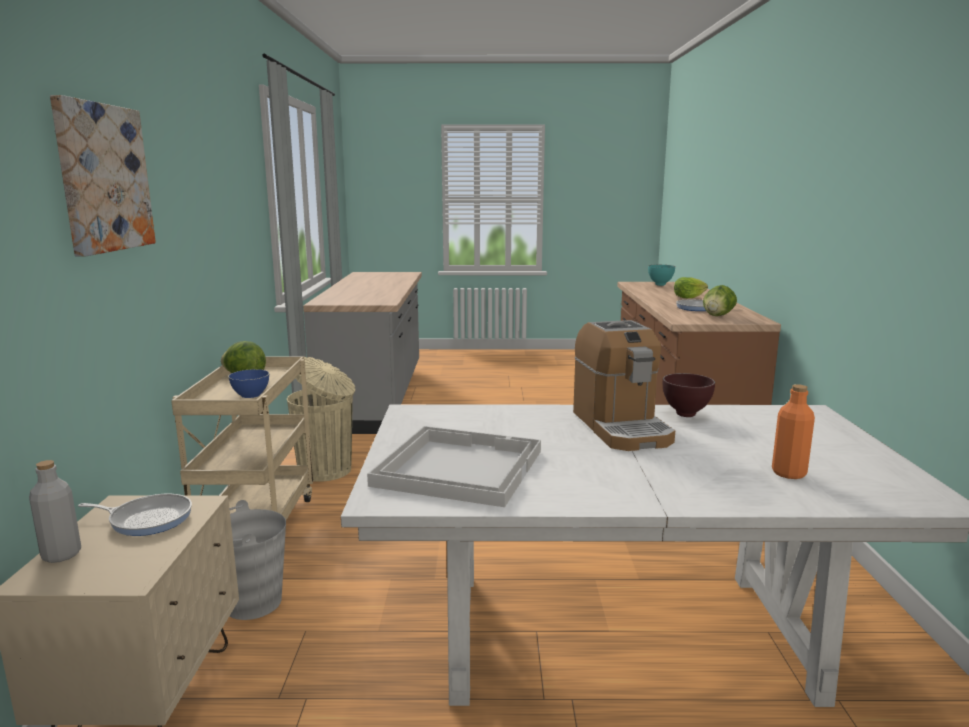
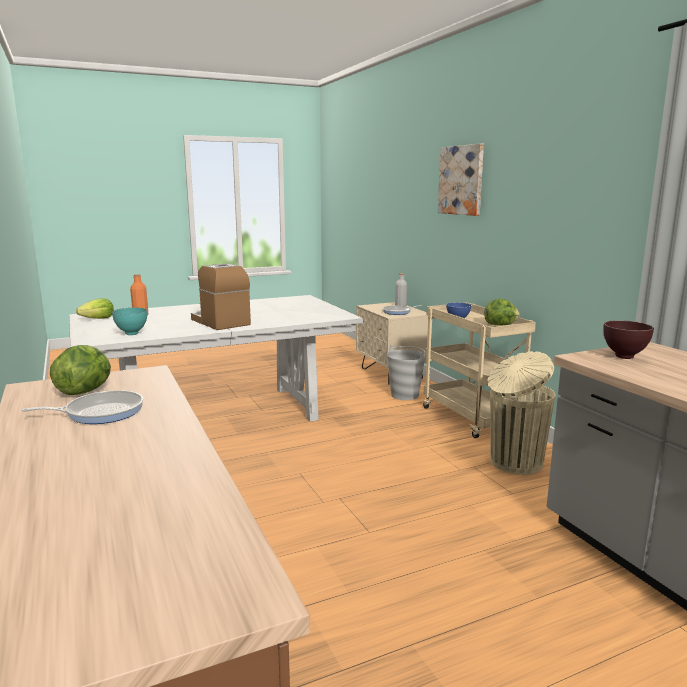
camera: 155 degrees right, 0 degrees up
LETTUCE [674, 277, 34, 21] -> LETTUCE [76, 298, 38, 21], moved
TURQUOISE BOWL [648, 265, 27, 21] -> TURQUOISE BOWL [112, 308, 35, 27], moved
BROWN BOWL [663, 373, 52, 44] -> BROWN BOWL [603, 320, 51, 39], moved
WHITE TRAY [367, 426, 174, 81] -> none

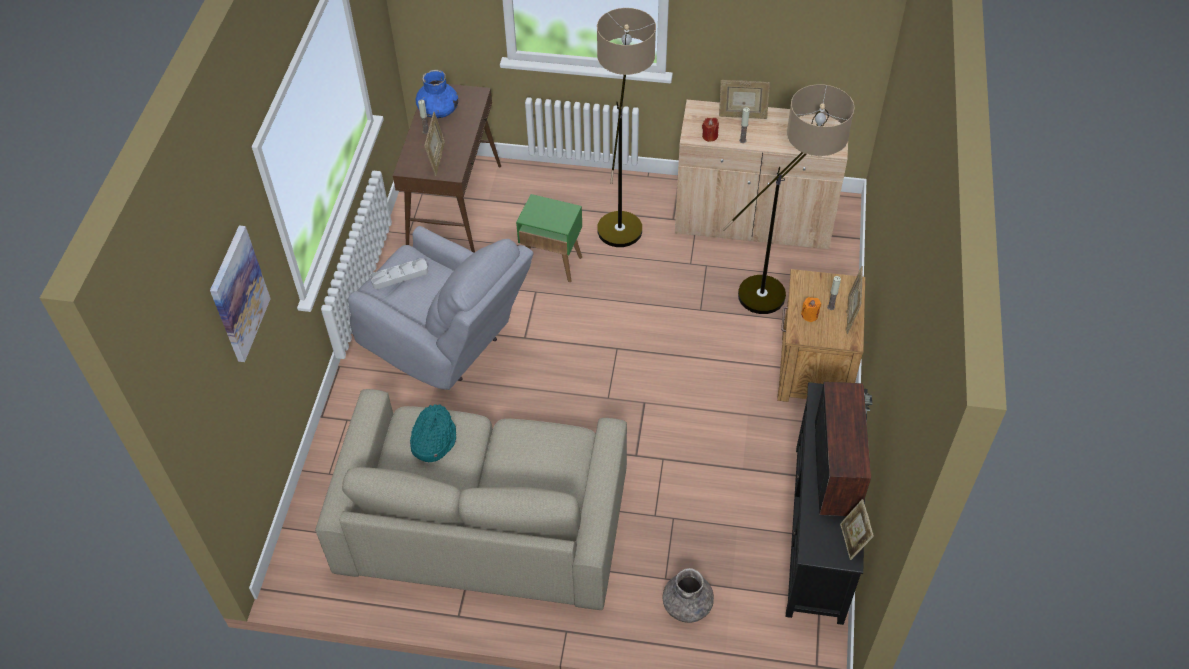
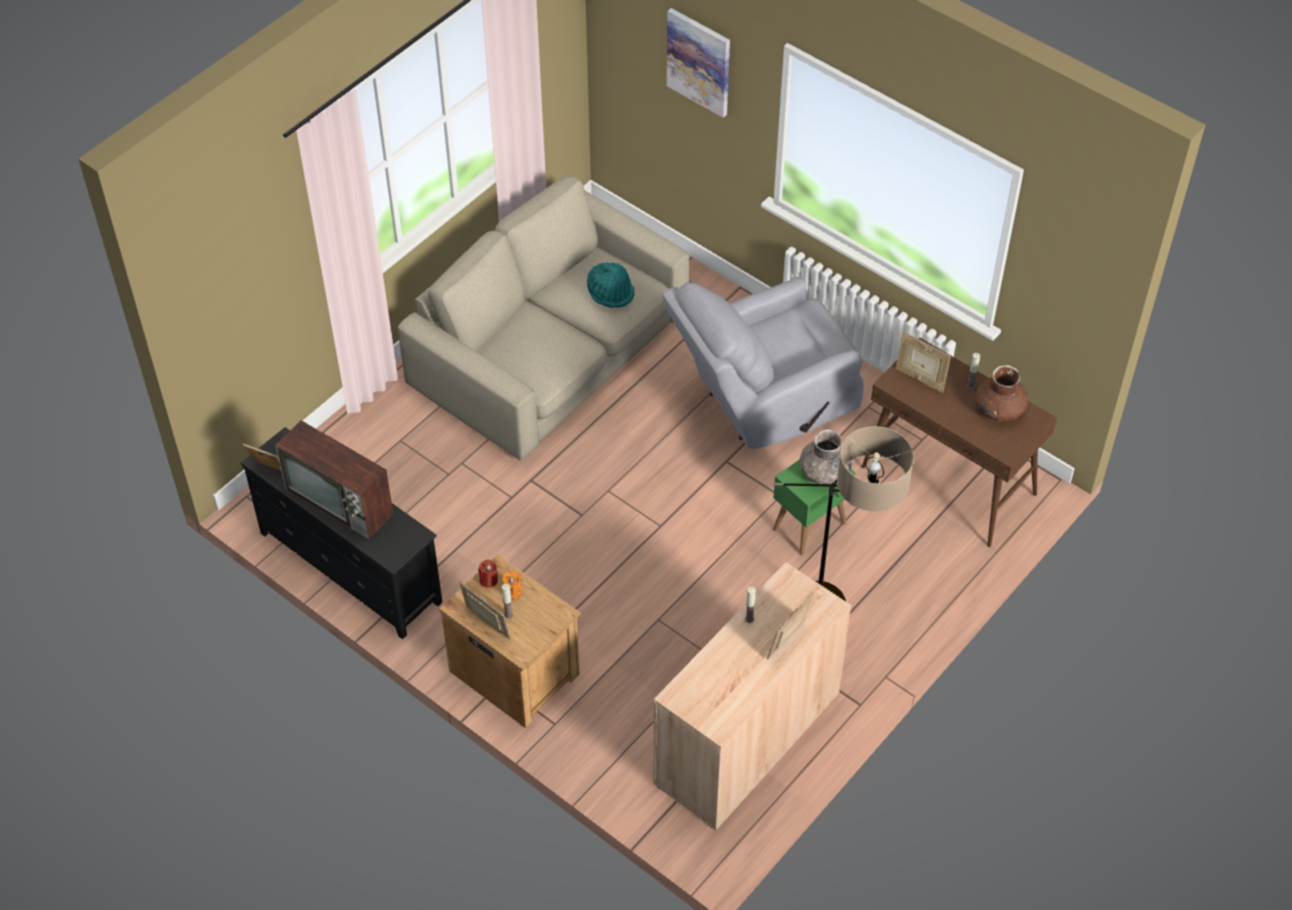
camera: 120 degrees right, 0 degrees up
RED CANDLE [702, 118, 17, 24] -> RED CANDLE [478, 560, 20, 28], moved
GREY VASE [662, 568, 52, 55] -> GREY VASE [800, 429, 52, 55], moved
BLUE VASE [416, 70, 42, 48] -> BROWN VASE [976, 365, 52, 57]
GREY TRAY [370, 258, 58, 31] -> none
FLOOR LAMP [722, 84, 133, 230] -> none

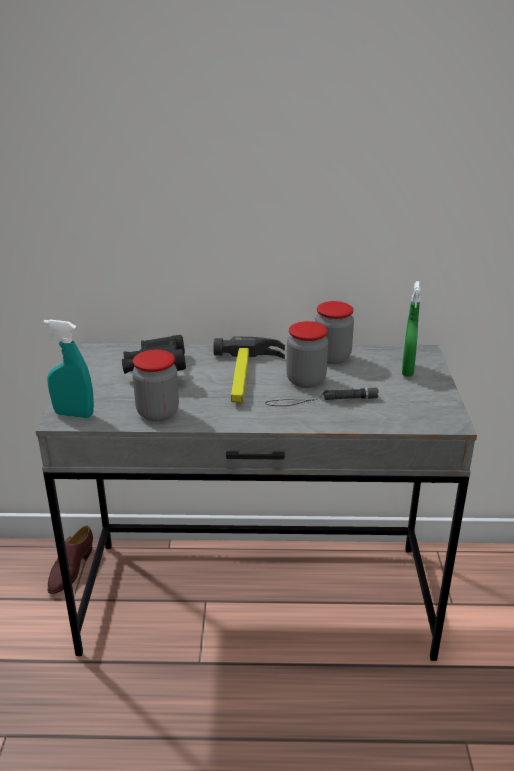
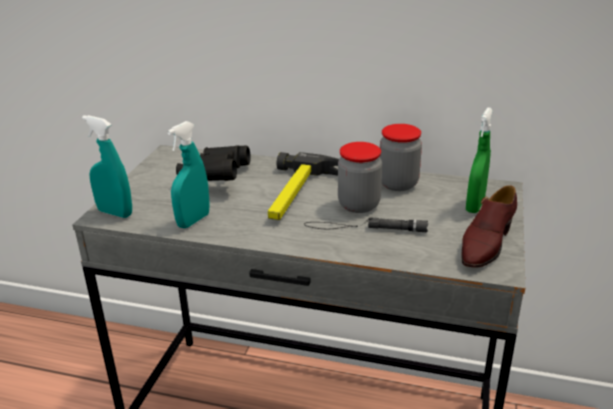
camera: 15 degrees right, 0 degrees up
JAR [132, 350, 47, 71] -> TURQUOISE SPRAY BOTTLE [167, 121, 43, 107]
BROWN SHOE [47, 526, 46, 68] -> BROWN SHOE [461, 185, 56, 83], moved

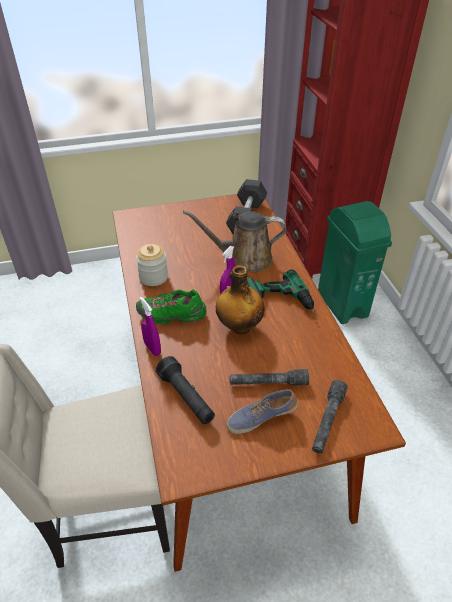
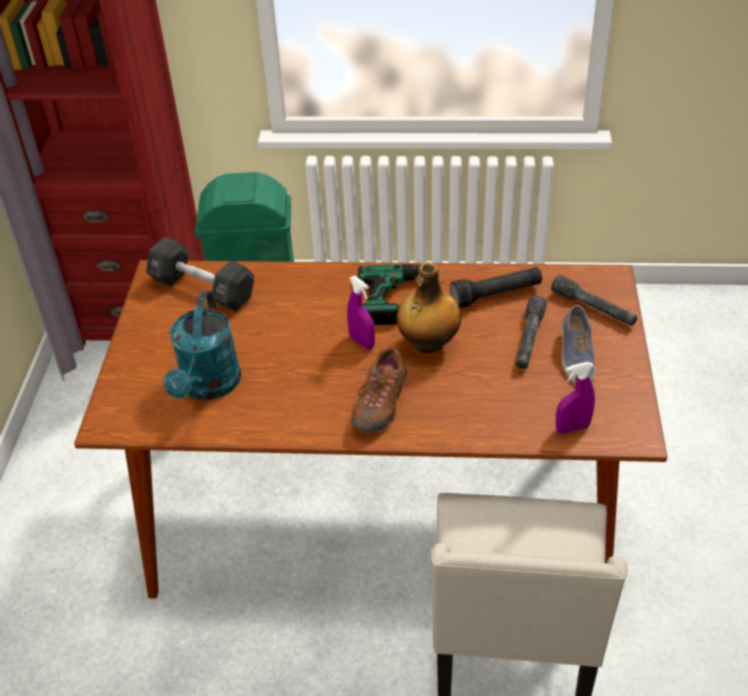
camera: 70 degrees left, 0 degrees up
none -> TURQUOISE WATERING CAN [163, 291, 78, 109]
GREEN SHOE [136, 289, 71, 35] -> BROWN SHOE [351, 348, 56, 85]
BLACK FLASHLIGHT [156, 356, 59, 68] -> BLACK FLASHLIGHT [450, 267, 92, 41], moved
PURPLE SPRAY BOTTLE [139, 297, 22, 59] -> PURPLE SPRAY BOTTLE [556, 362, 39, 72], moved
JAR [136, 244, 32, 42] -> none
BROWN WATERING CAN [183, 210, 103, 63] -> none

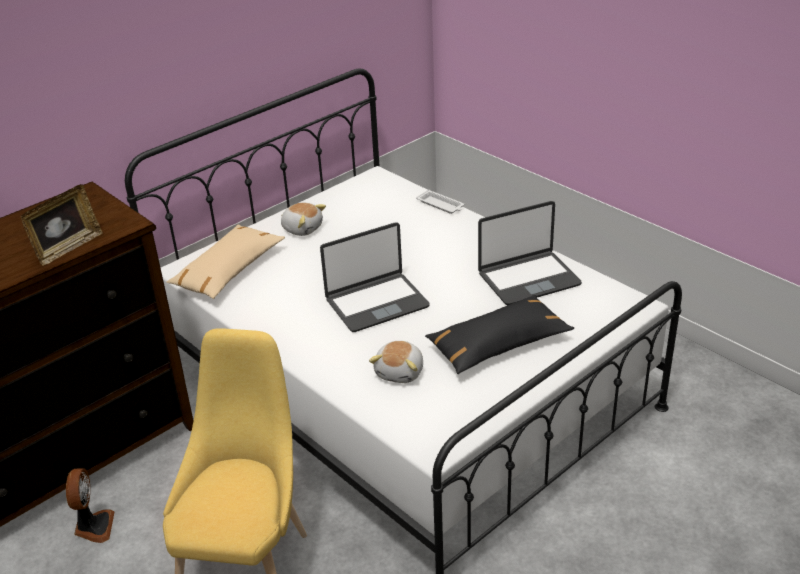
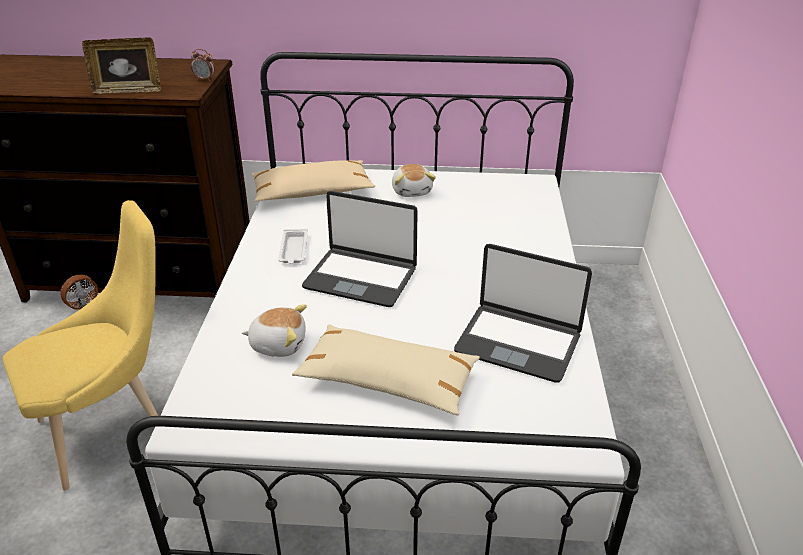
camera: 45 degrees right, 0 degrees up
none -> ALARM CLOCK [191, 49, 24, 32]
PLUSH TOY [369, 341, 54, 42] -> PLUSH TOY [242, 304, 65, 53], 150 degrees counterclockwise
WHITE TRAY [416, 189, 48, 25] -> WHITE TRAY [278, 229, 30, 35], moved
BLACK PILLOW [425, 295, 149, 79] -> BEIGE PILLOW [292, 324, 188, 91]

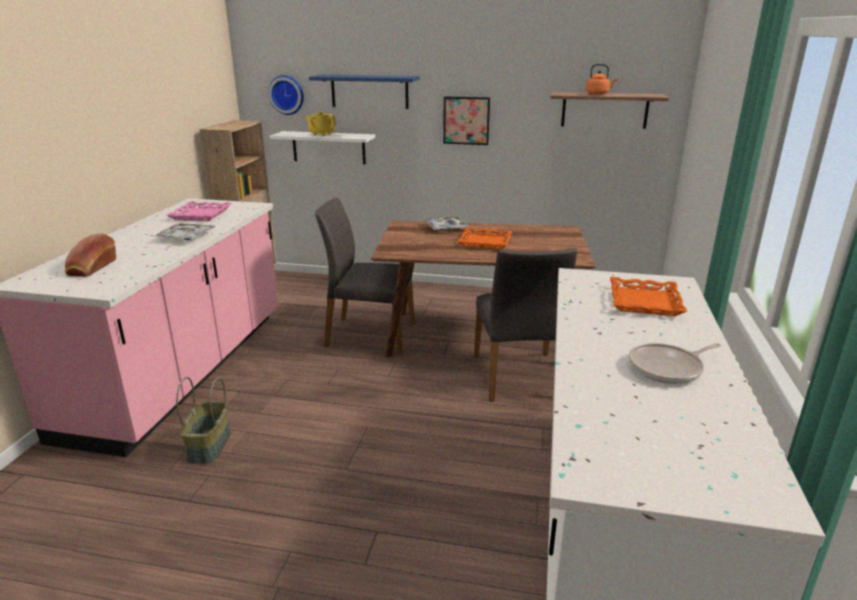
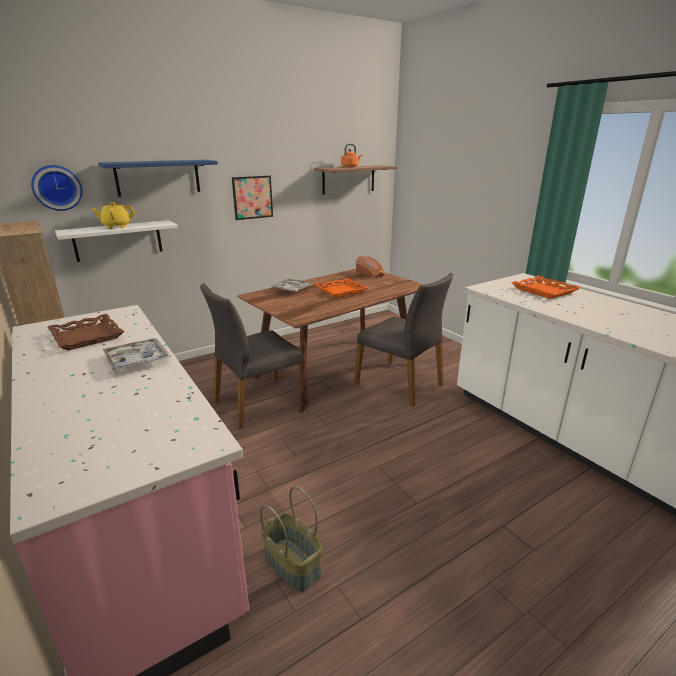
camera: 45 degrees left, 0 degrees up
PINK TRAY [167, 201, 64, 20] -> BROWN TRAY [48, 314, 76, 36]
BREAD [65, 233, 51, 44] -> BREAD [356, 256, 29, 22], moved
FRYING PAN [629, 343, 92, 41] -> none

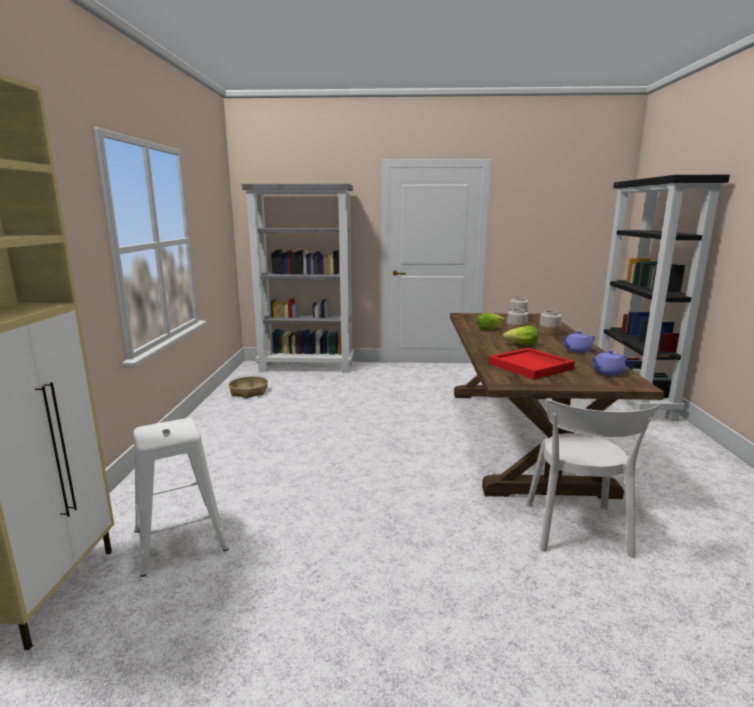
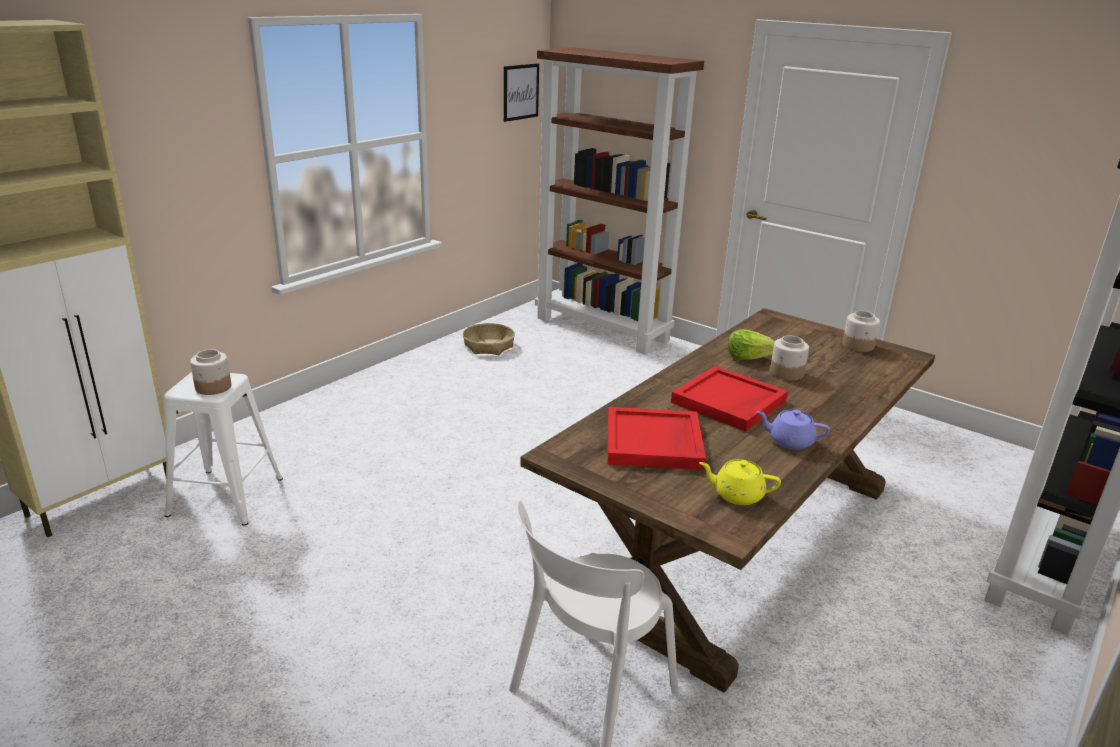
camera: 35 degrees right, 10 degrees up
JAR [539, 311, 23, 24] -> JAR [190, 349, 41, 46], moved
none -> PICTURE [504, 63, 35, 59]
GREY BOOKCASE [242, 184, 112, 189] -> BROWN BOOKCASE [535, 48, 169, 307]
LETTUCE [502, 326, 36, 19] -> RED TRAY [671, 366, 117, 66]
PURPLE TEAPOT [591, 350, 36, 26] -> YELLOW TEAPOT [699, 459, 82, 46]

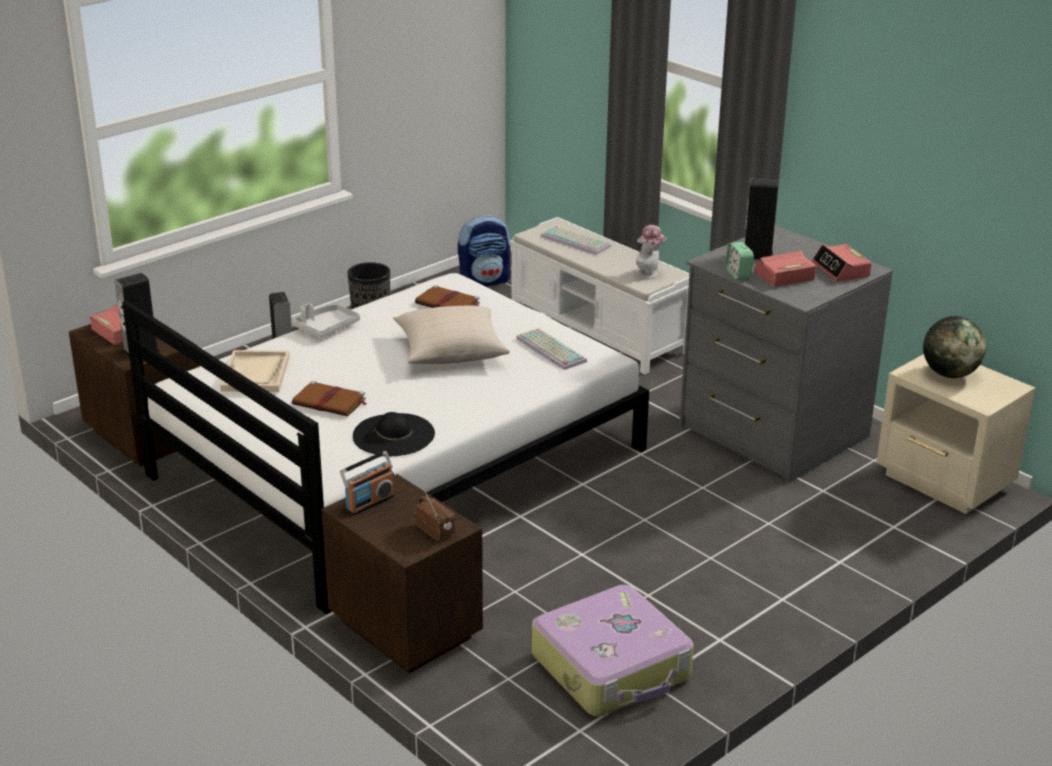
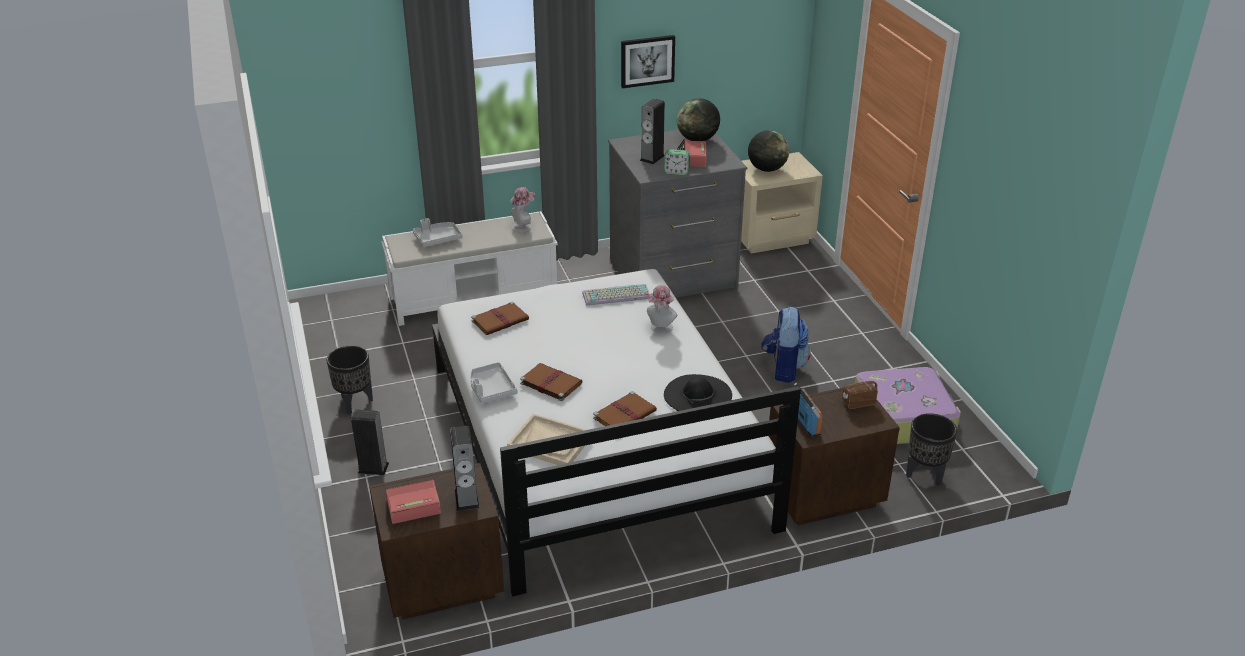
camera: 65 degrees left, 5 degrees up
KEYBOARD [541, 226, 70, 29] -> GREY TRAY [413, 218, 49, 29]
none -> BROWN BOOK [520, 363, 62, 38]
none -> PICTURE [621, 35, 54, 53]
none -> HAT [647, 285, 30, 49]
ALARM CLOCK [812, 244, 60, 38] -> GLOBE [677, 98, 43, 43]
BACKPACK [458, 215, 53, 71] -> BACKPACK [761, 307, 50, 76], moved
none -> BLACK PLANTER [906, 413, 51, 73]
BEIGE PILLOW [393, 305, 117, 59] -> none

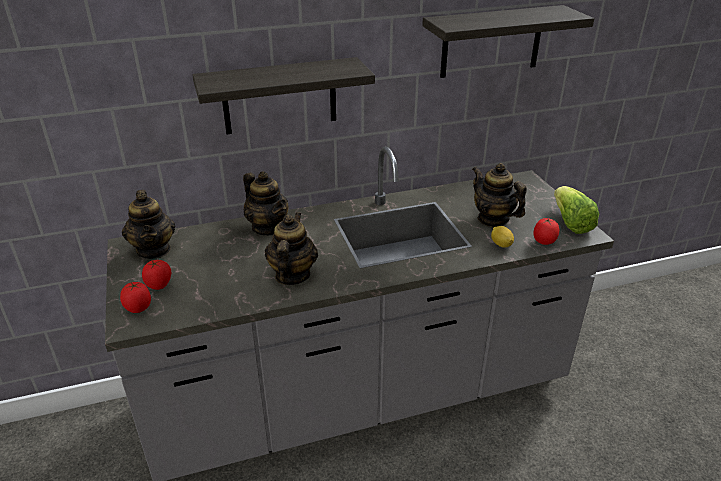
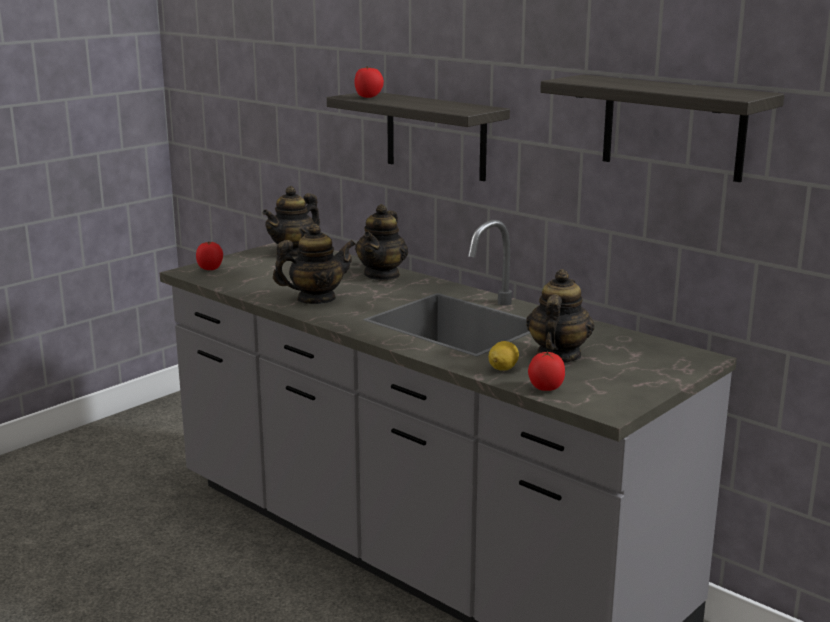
camera: 60 degrees right, 15 degrees down
TOMATO [142, 260, 29, 30] -> TOMATO [354, 66, 30, 32], moved
LETTUCE [554, 186, 45, 48] -> none

